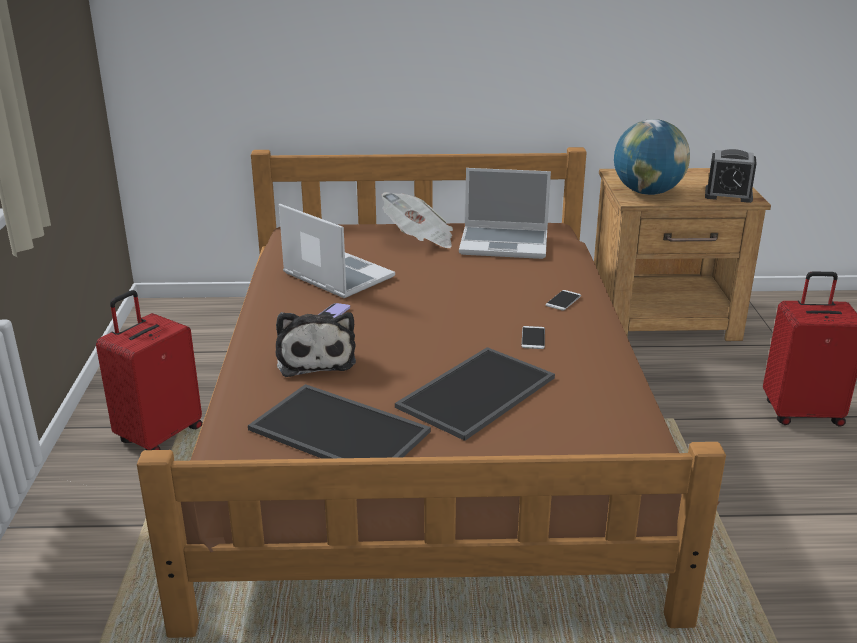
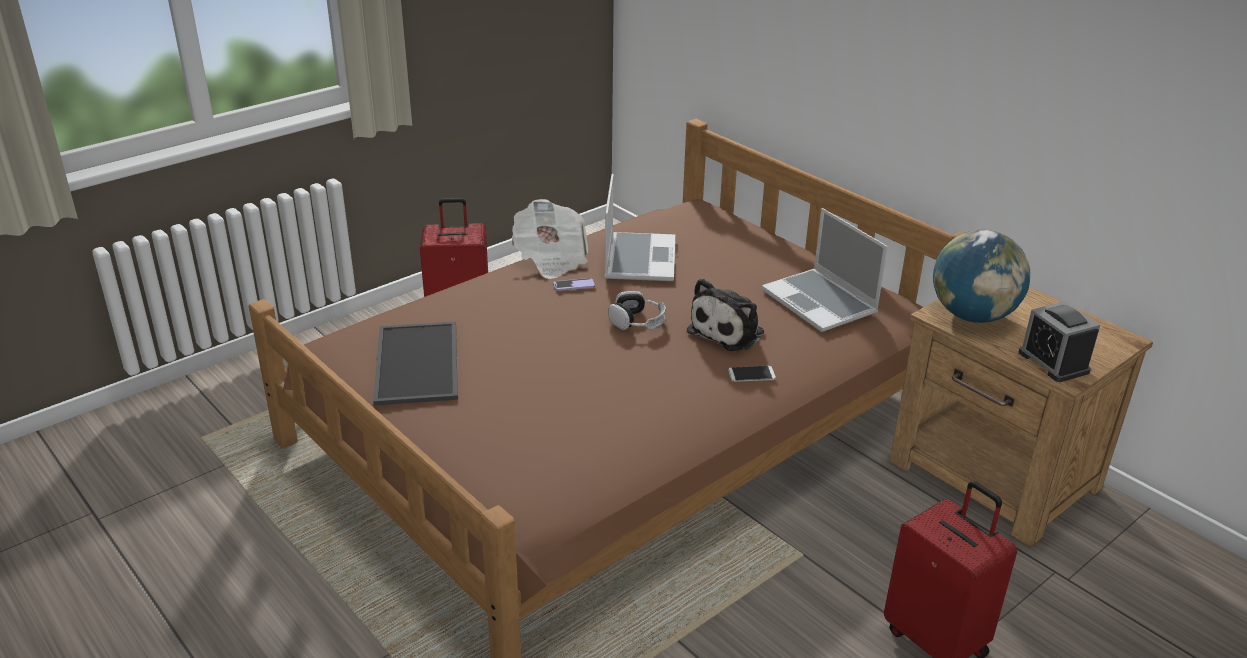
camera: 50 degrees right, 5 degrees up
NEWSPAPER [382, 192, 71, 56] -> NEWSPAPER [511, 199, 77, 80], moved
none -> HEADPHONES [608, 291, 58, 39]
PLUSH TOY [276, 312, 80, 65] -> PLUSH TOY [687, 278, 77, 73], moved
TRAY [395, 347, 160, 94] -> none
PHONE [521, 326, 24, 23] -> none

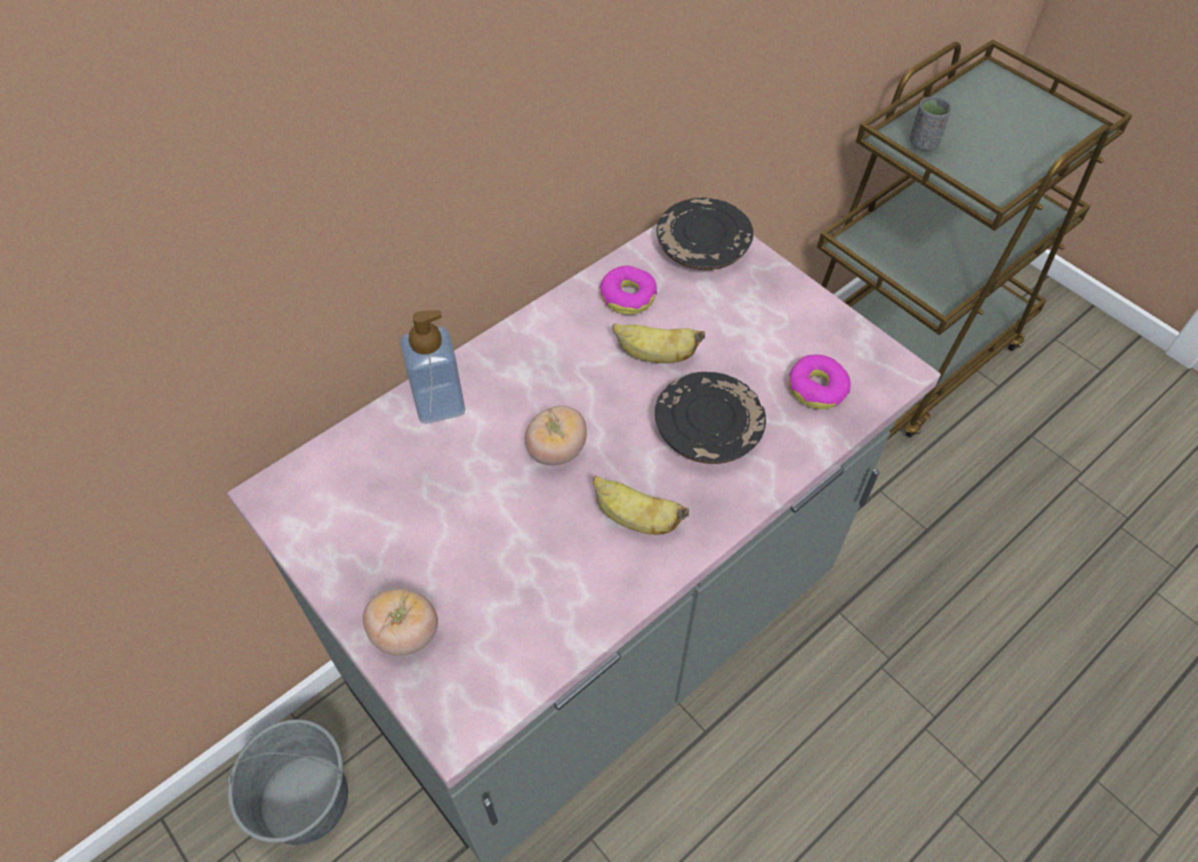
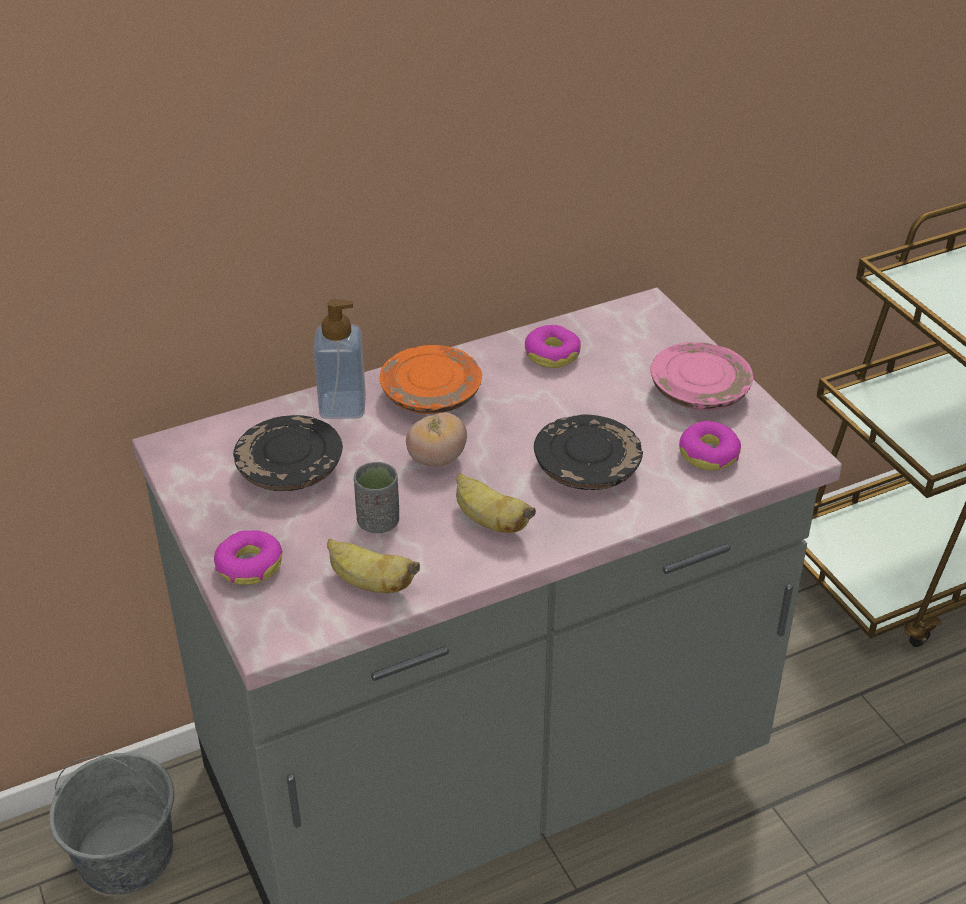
camera: 15 degrees right, 15 degrees down
TOMATO [363, 588, 75, 68] -> DONUT [214, 530, 69, 55]
BLACK PLATE [657, 198, 96, 72] -> BLACK PLATE [233, 415, 110, 76], moved
BANANA [612, 323, 93, 40] -> BANANA [327, 539, 93, 54], moved
GREY CUP [909, 96, 43, 54] -> GREY CUP [354, 462, 45, 71], moved
none -> ORANGE PLATE [380, 345, 102, 69]
none -> PINK PLATE [650, 342, 103, 68]

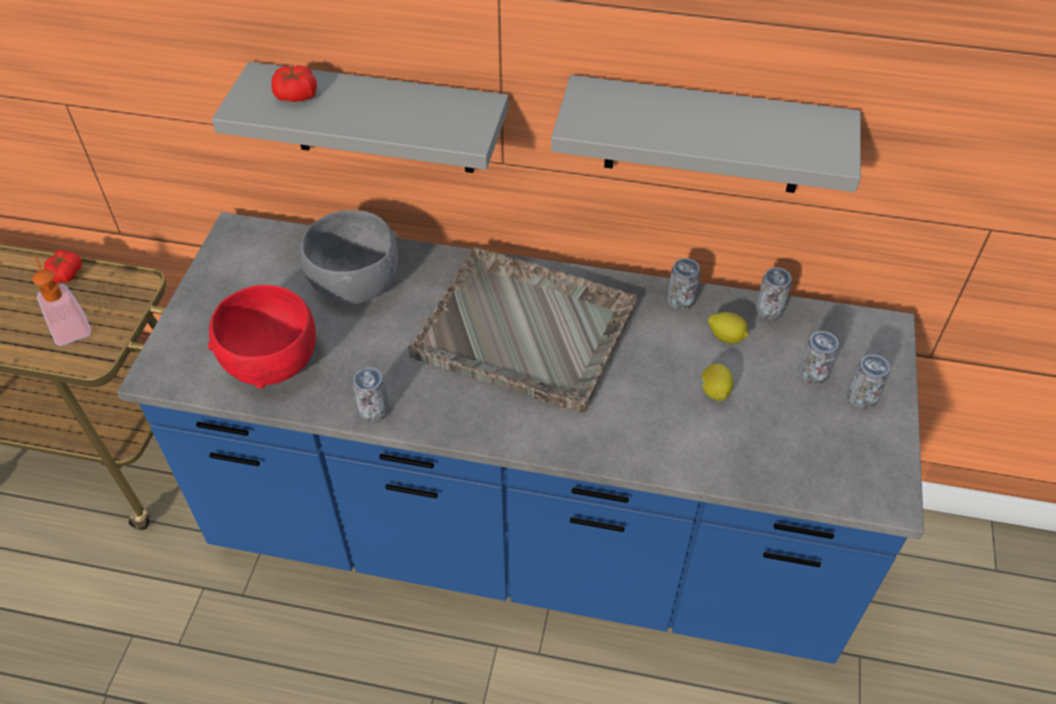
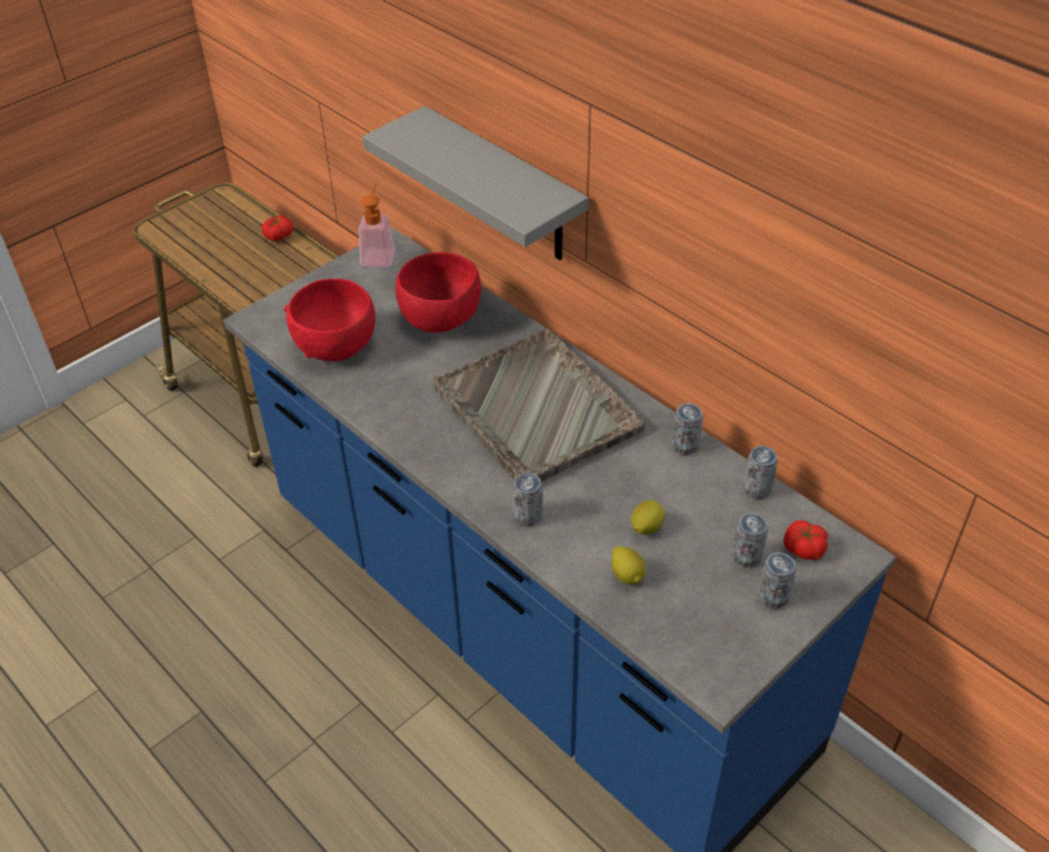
camera: 35 degrees right, 5 degrees down
SOAP DISPENSER [32, 256, 59, 90] -> SOAP DISPENSER [359, 184, 36, 84], moved
GREY BOWL [300, 210, 98, 94] -> RED BOWL [395, 252, 87, 80]
CAN [353, 368, 36, 54] -> CAN [513, 473, 30, 53], moved
LEMON [708, 312, 40, 32] -> LEMON [611, 546, 35, 39], moved
TOMATO [271, 65, 46, 37] -> TOMATO [784, 520, 44, 40], moved
GREY SHELF [551, 75, 310, 118] -> none

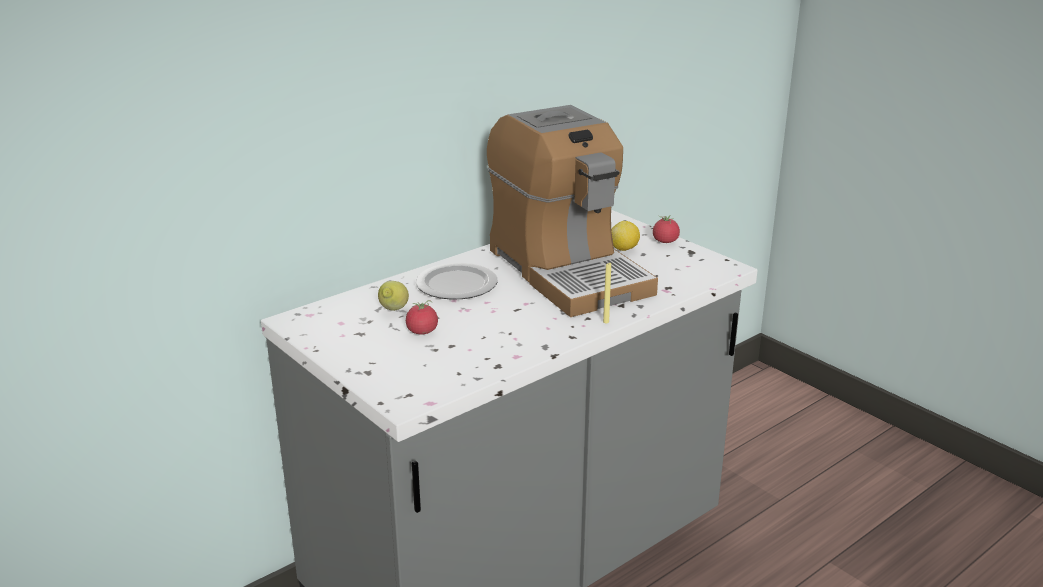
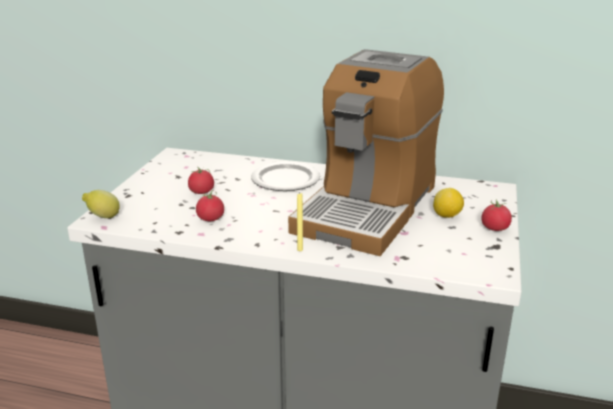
camera: 55 degrees right, 0 degrees up
LEMON [378, 281, 31, 30] -> LEMON [82, 190, 38, 28], moved
none -> TOMATO [196, 190, 28, 31]

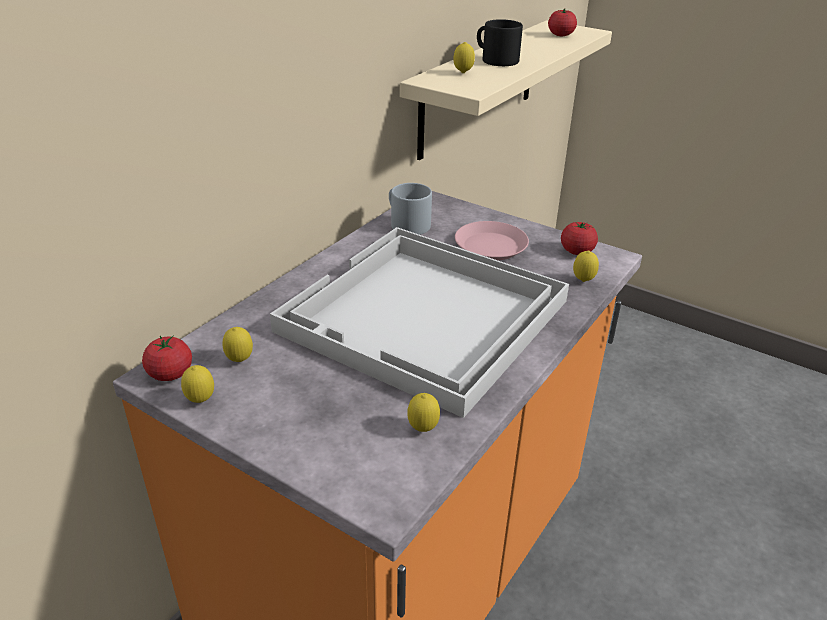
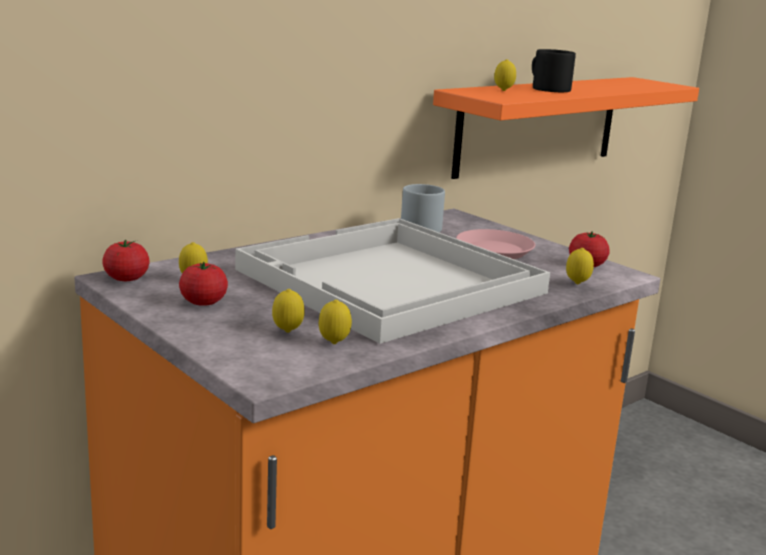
camera: 15 degrees right, 15 degrees down
TOMATO [548, 8, 29, 28] -> TOMATO [179, 262, 49, 44], moved
LEMON [181, 365, 33, 38] -> LEMON [272, 289, 33, 44], moved
BEIGE SHELF [400, 21, 212, 139] -> ORANGE SHELF [433, 77, 266, 102]

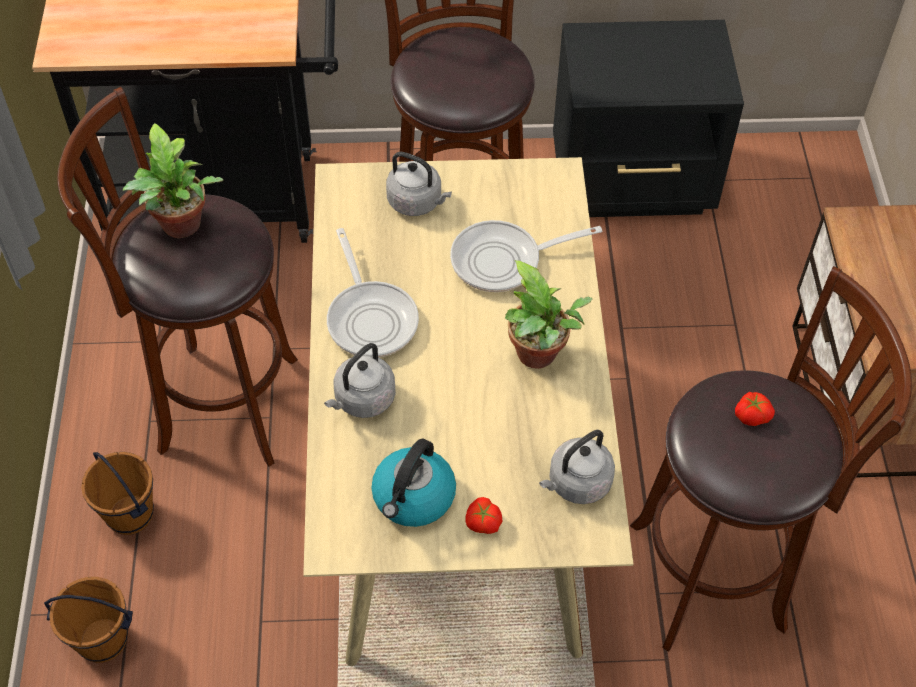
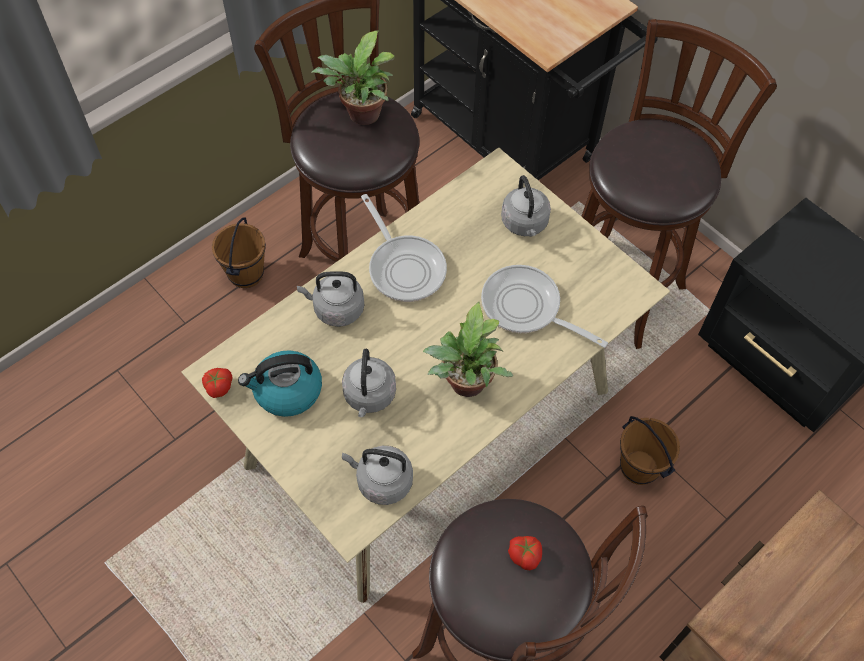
camera: 50 degrees right, 5 degrees up
TOMATO [465, 497, 37, 37] -> TOMATO [202, 368, 31, 30], moved
none -> GREY KETTLE [342, 349, 54, 68]
FRYING PAN [327, 228, 92, 130] -> FRYING PAN [361, 194, 86, 108], 60 degrees counterclockwise
BROWN BUCKET [44, 577, 89, 86] -> BROWN BUCKET [620, 416, 60, 69], moved

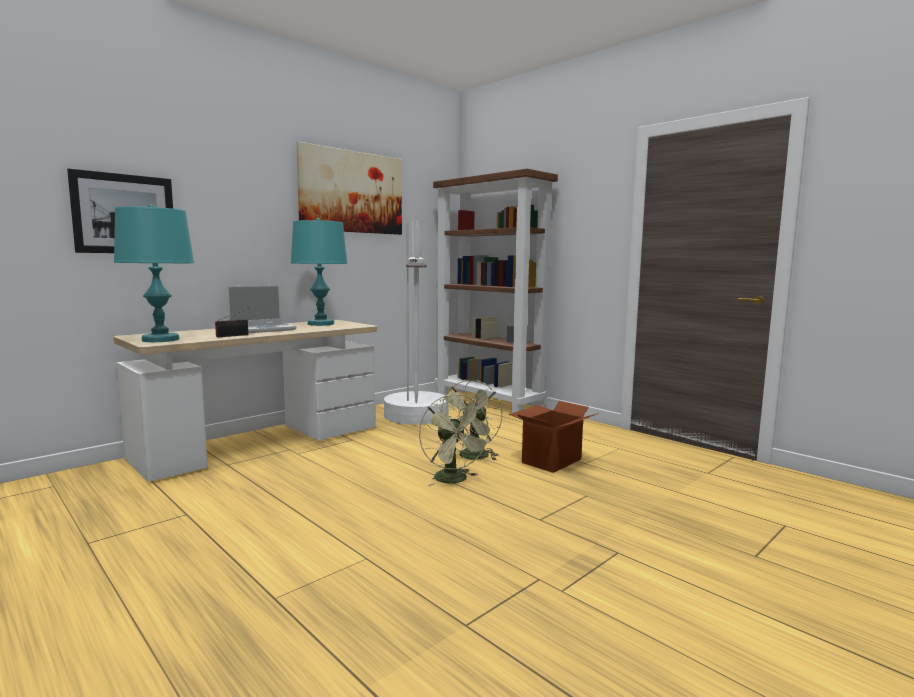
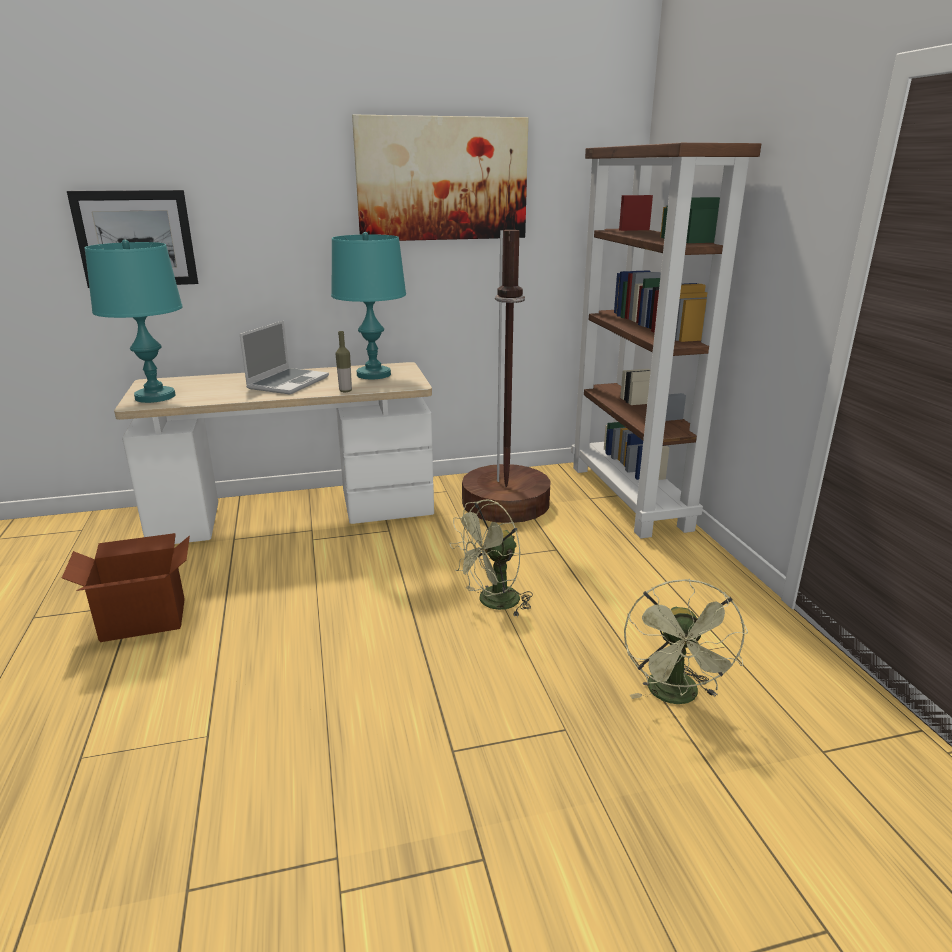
camera: 30 degrees right, 15 degrees up
CARDBOARD BOX [509, 401, 90, 72] -> CARDBOARD BOX [62, 533, 128, 109], moved
LAPTOP [226, 284, 70, 49] -> LAPTOP [240, 320, 89, 75], 60 degrees counterclockwise
none -> BOTTLE [336, 331, 16, 61]
WHITE FLOOR LAMP [384, 221, 65, 204] -> BROWN FLOOR LAMP [462, 230, 89, 293]
GREEN FAN [419, 394, 73, 92] -> GREEN FAN [624, 579, 124, 125], moved
RADIO [215, 308, 34, 29] -> none

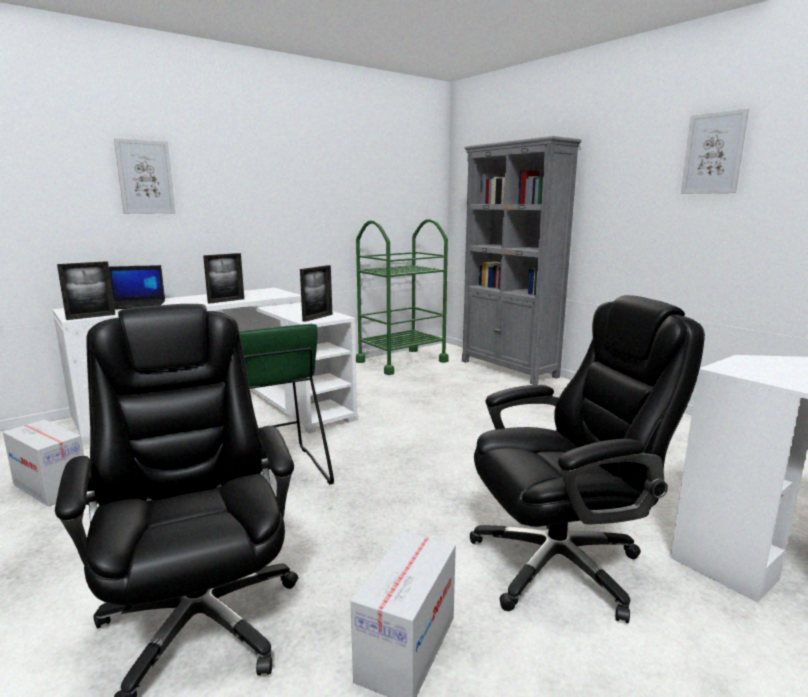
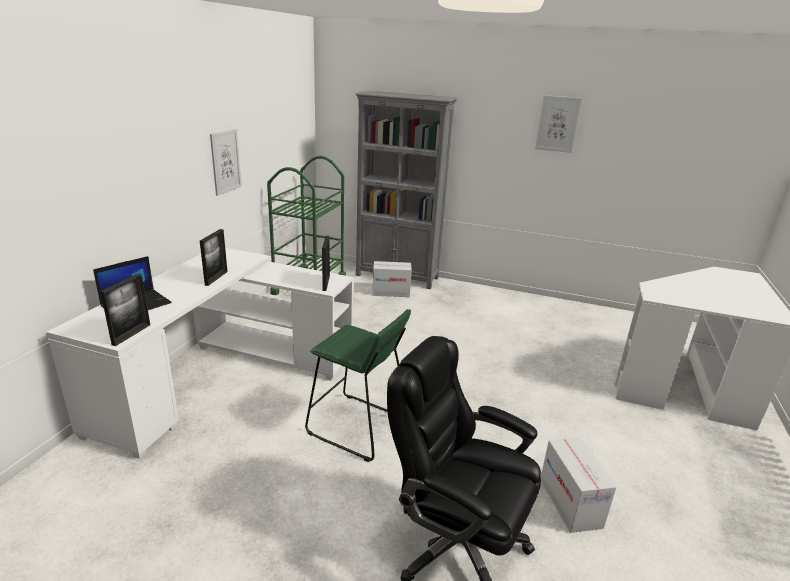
camera: 35 degrees left, 10 degrees up
PICTURE [114, 138, 62, 76] -> PICTURE [210, 129, 32, 67], moved
CARDBOARD BOX [3, 420, 81, 87] -> CARDBOARD BOX [372, 261, 40, 36], moved
BLACK OFFICE CHAIR [470, 295, 235, 328] -> none

